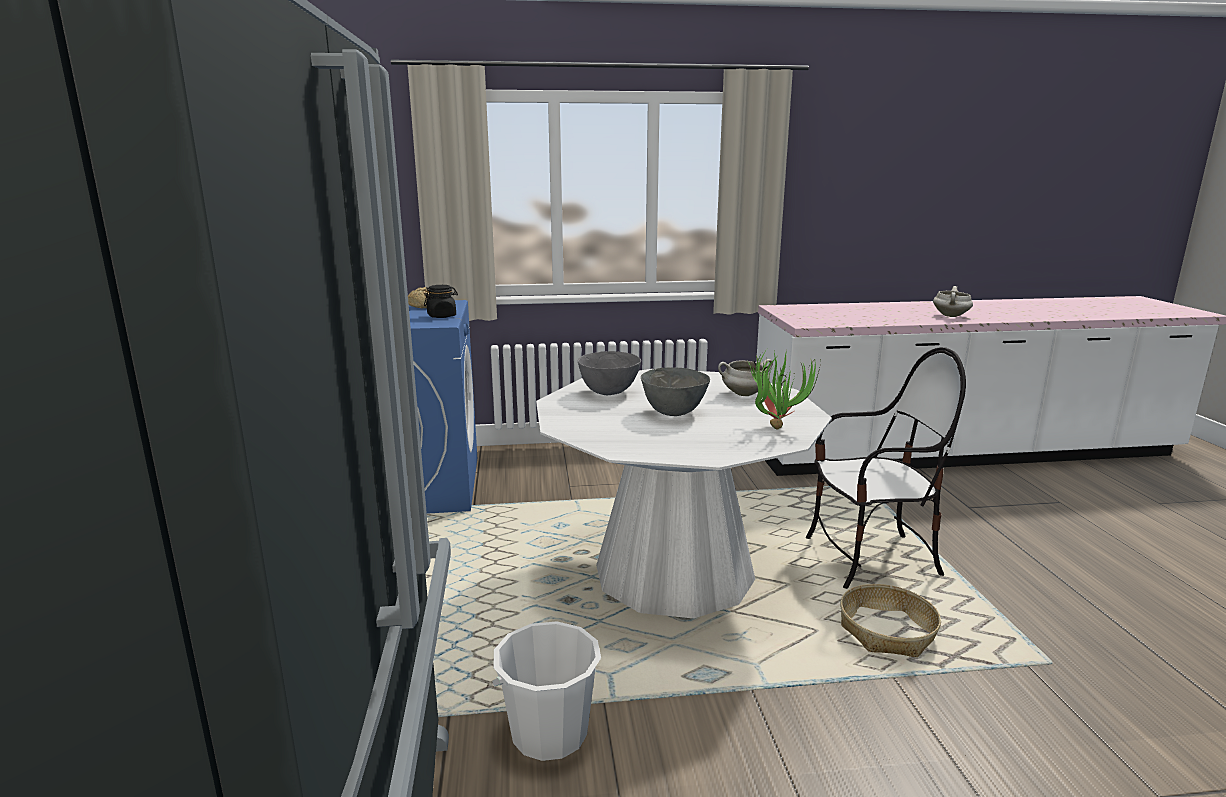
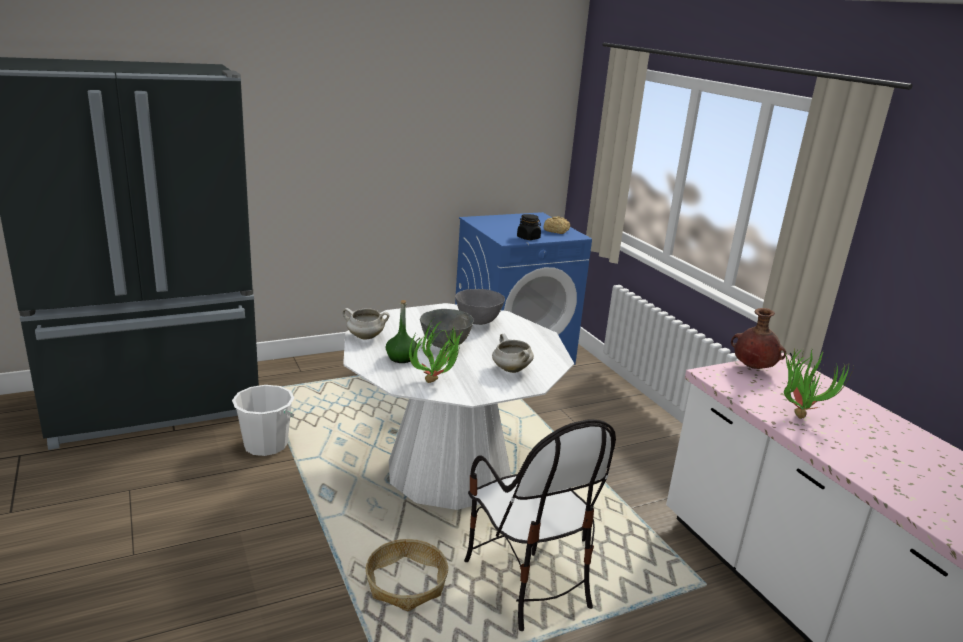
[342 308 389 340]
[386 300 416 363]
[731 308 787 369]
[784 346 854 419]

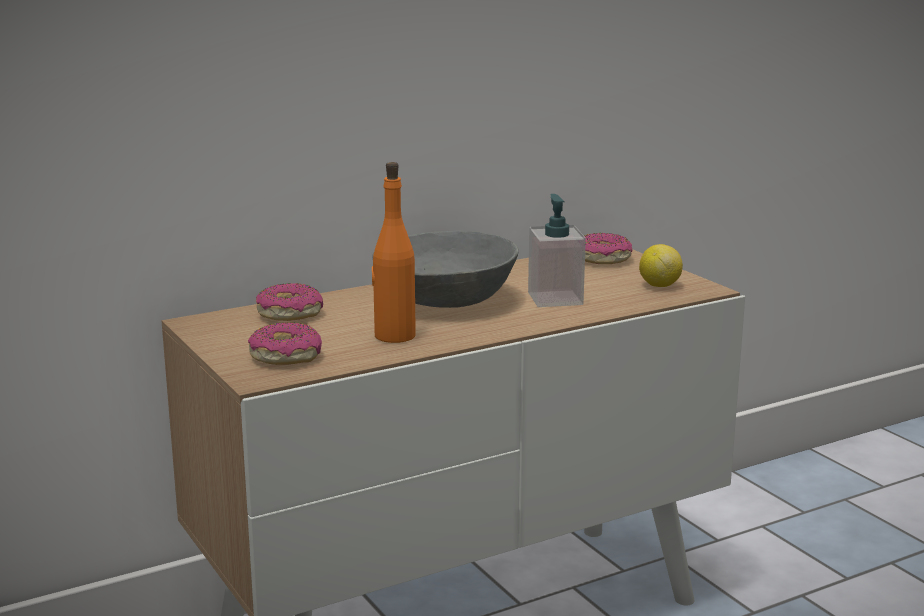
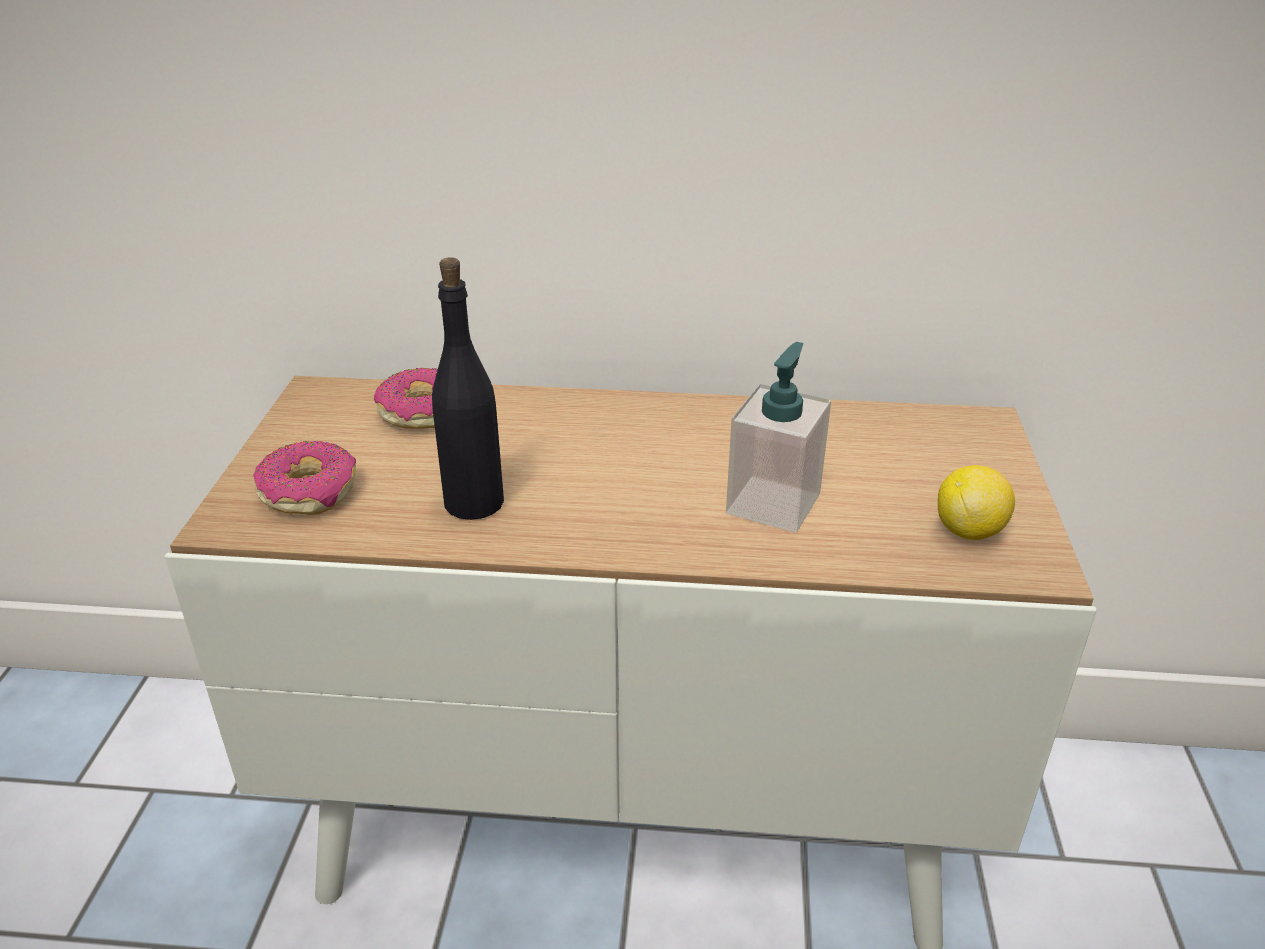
[432 257 504 520]
[372 231 518 308] (first image)
[584 233 632 264] (first image)

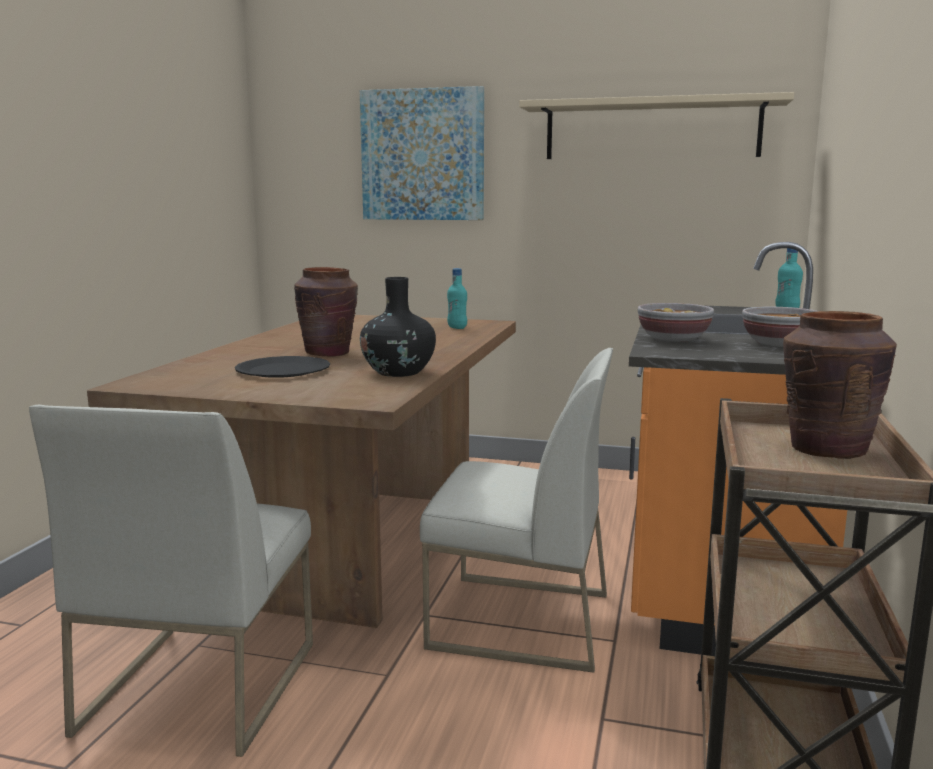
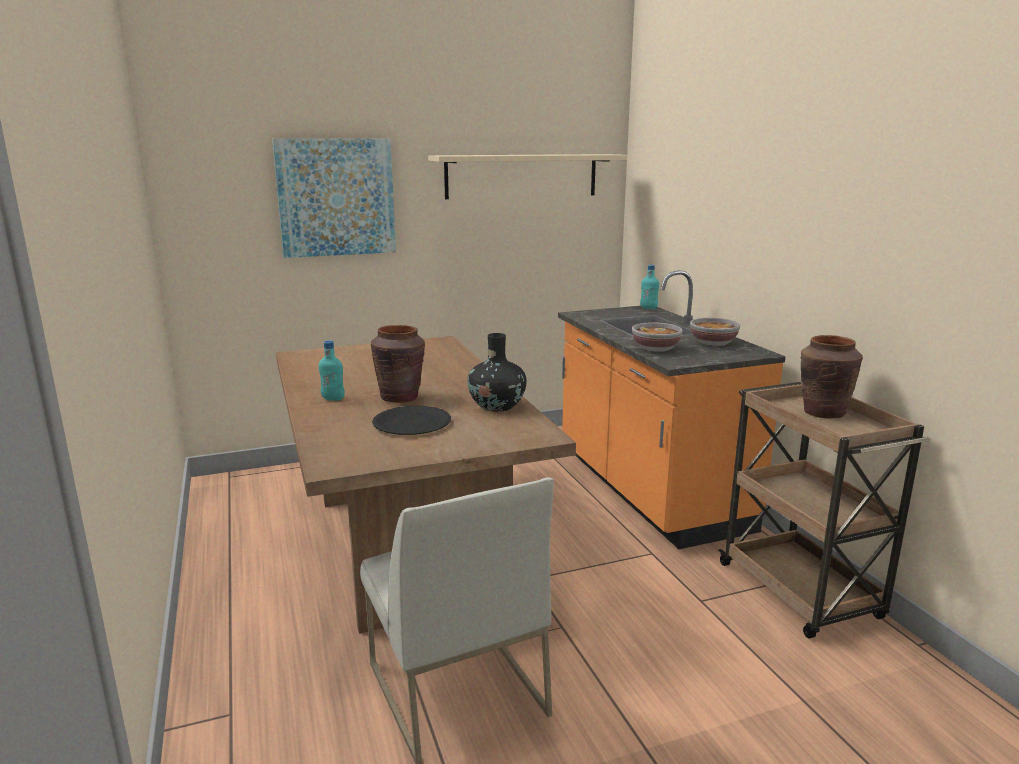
[420 348 613 673] (first image)
[319 341 345 401]

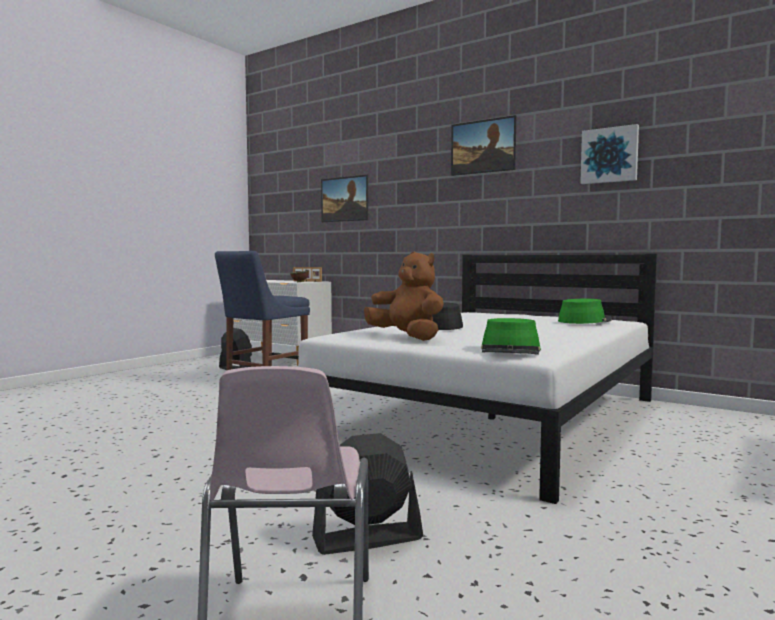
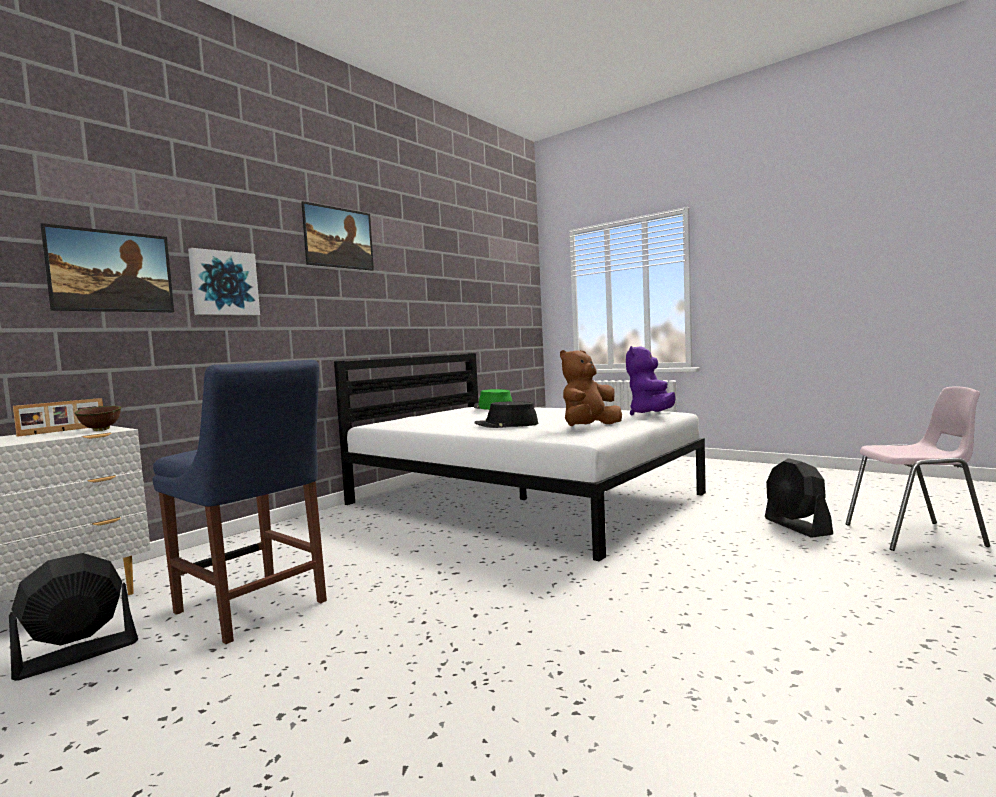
[626 346 676 416]
[188 248 260 316]

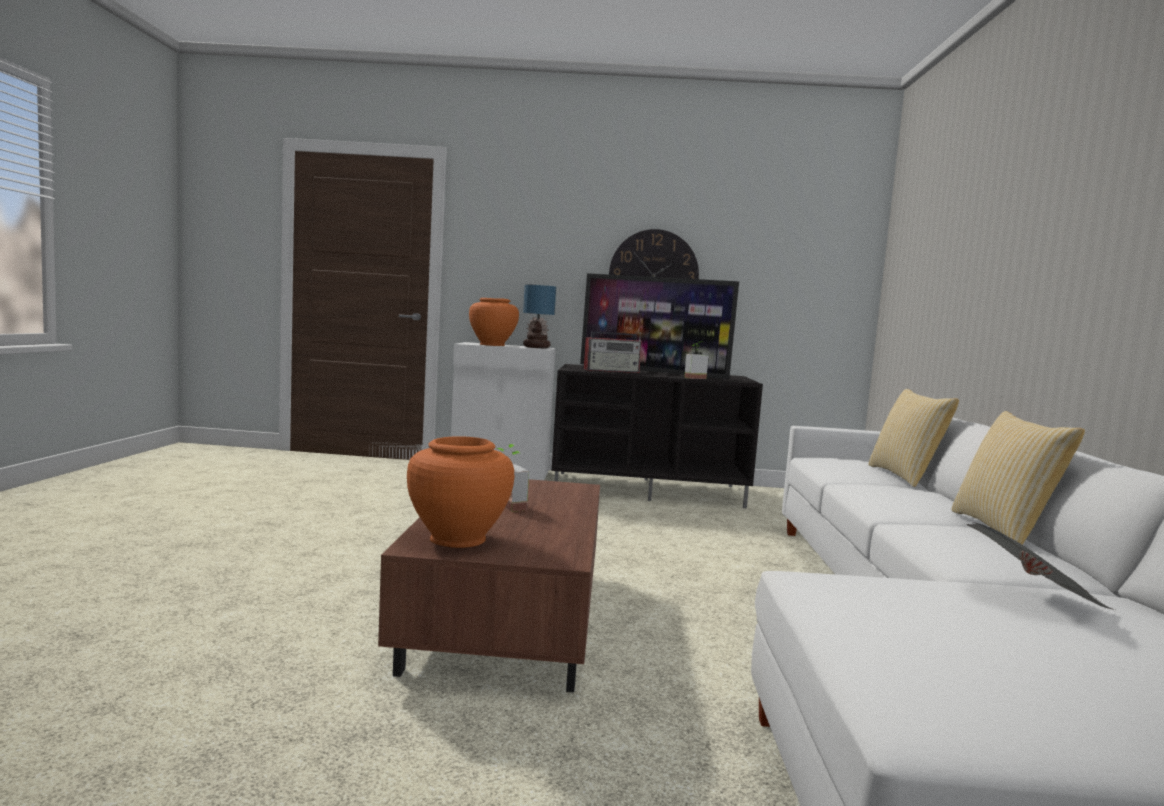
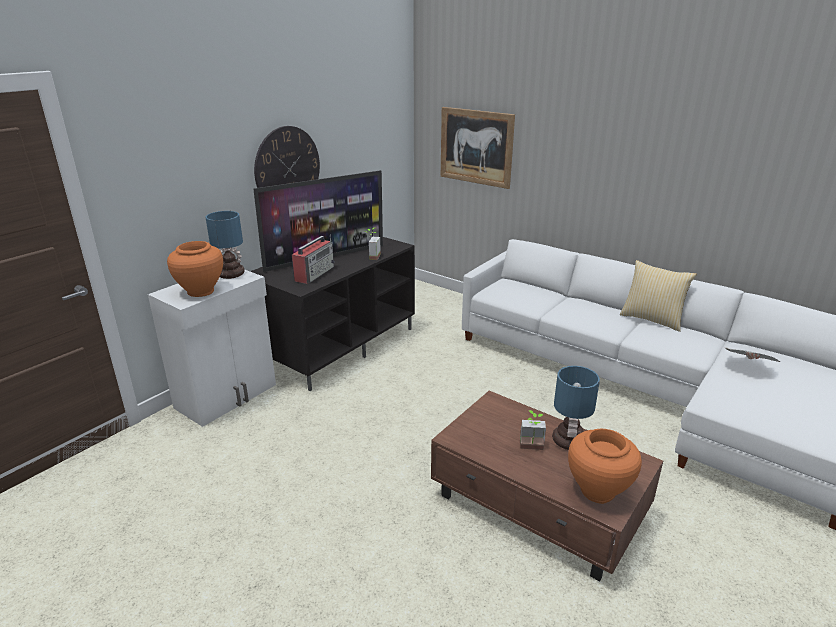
[869 389 959 487] (first image)
[441 107 515 189]
[552 366 600 450]

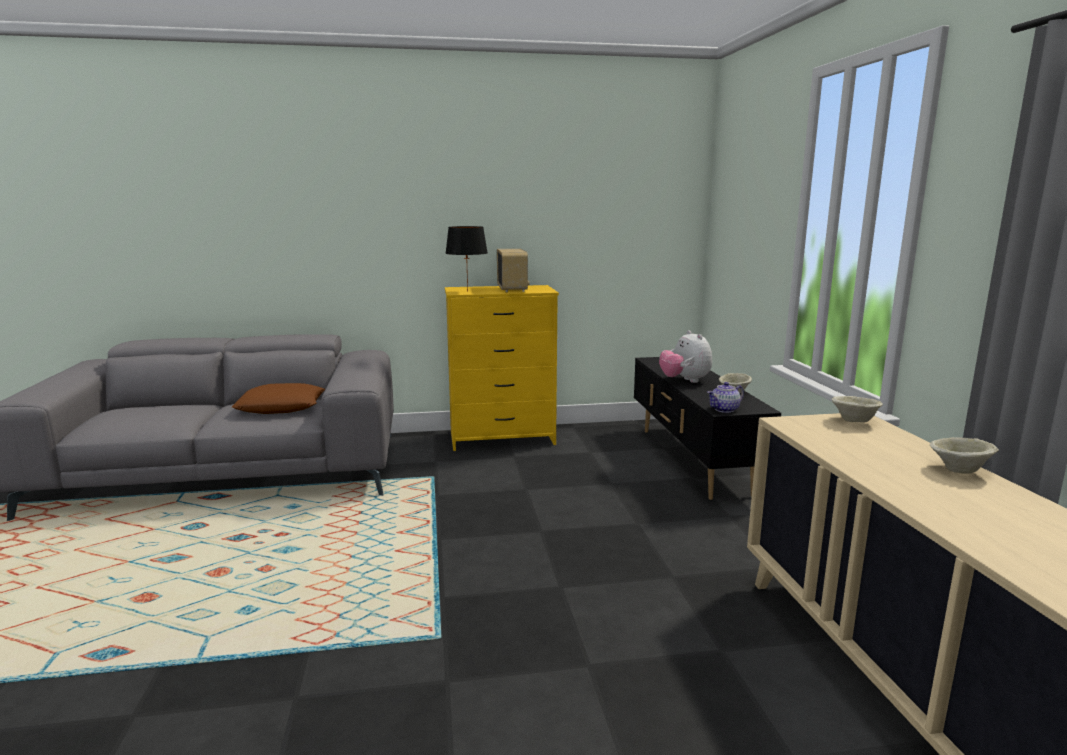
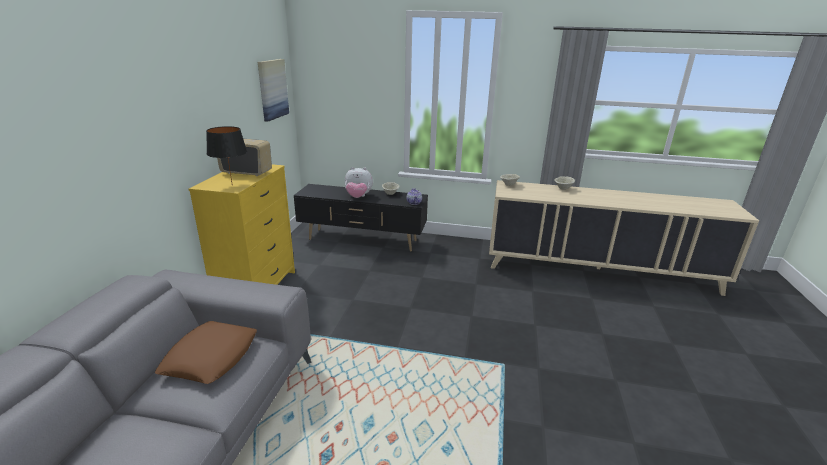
[258 59 289 122]

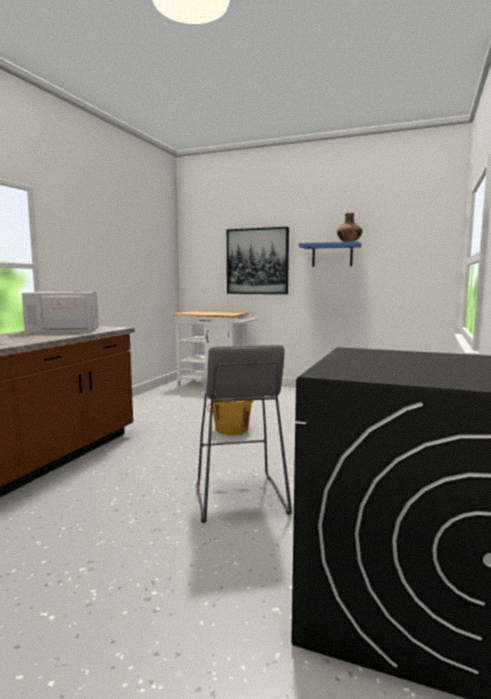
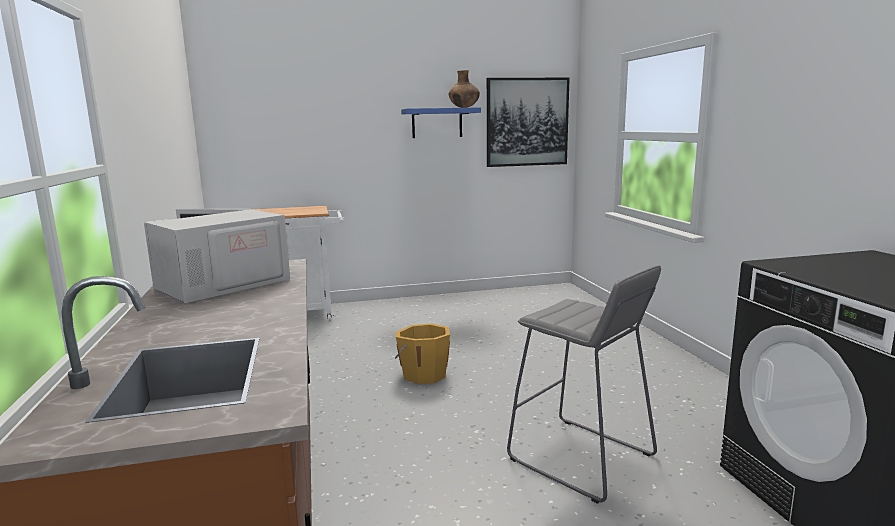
[487 78 570 167]

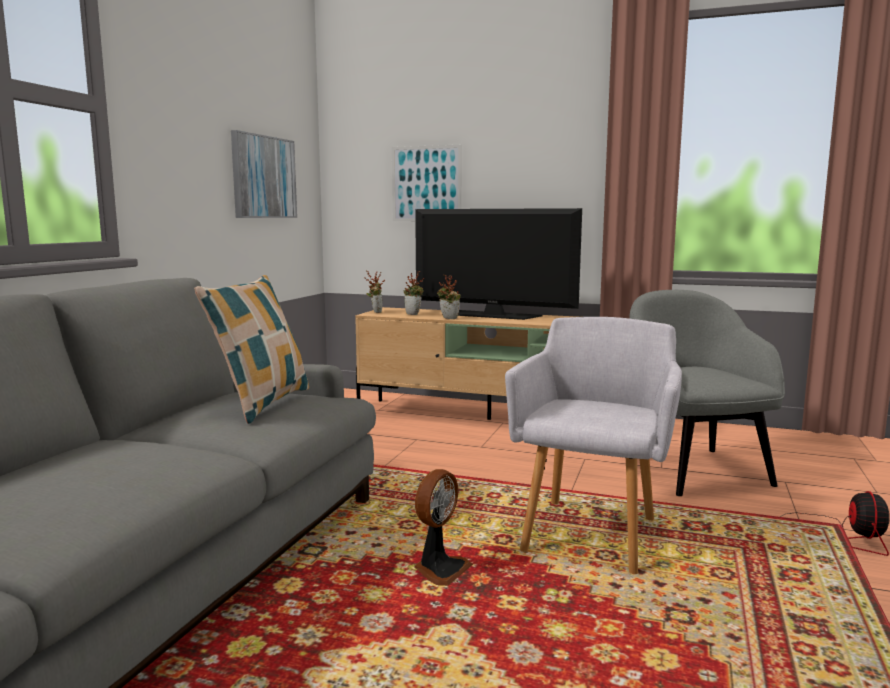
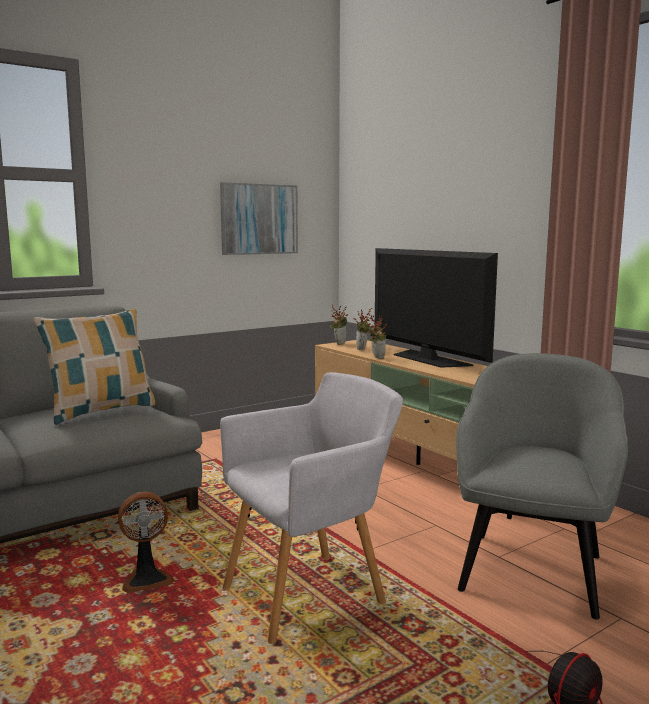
[392 145 462 221] (first image)

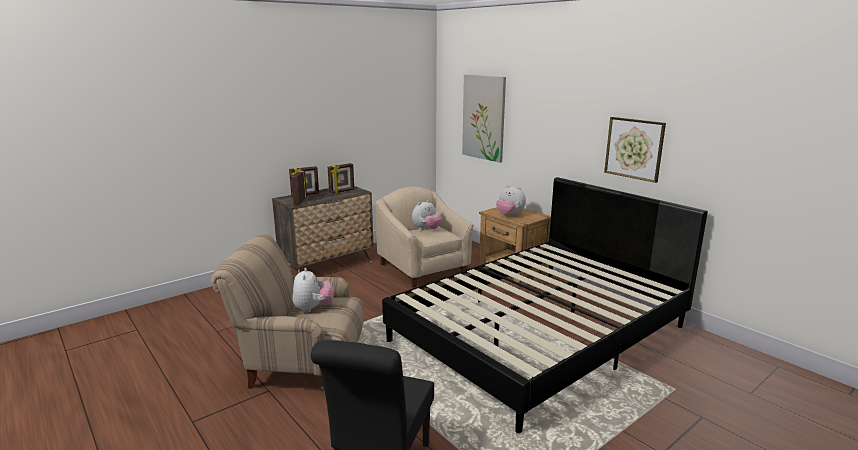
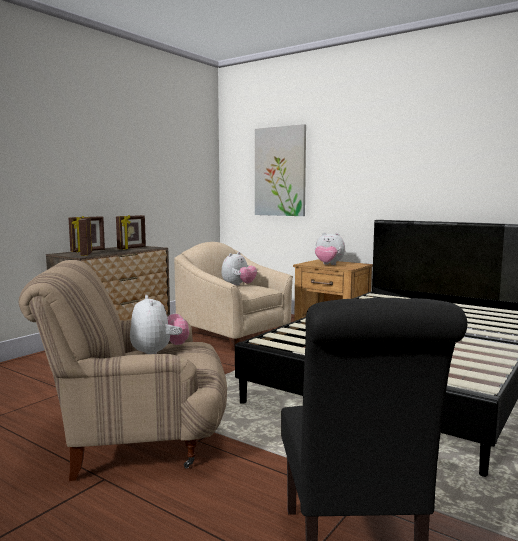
[604 117 666 183] (first image)

